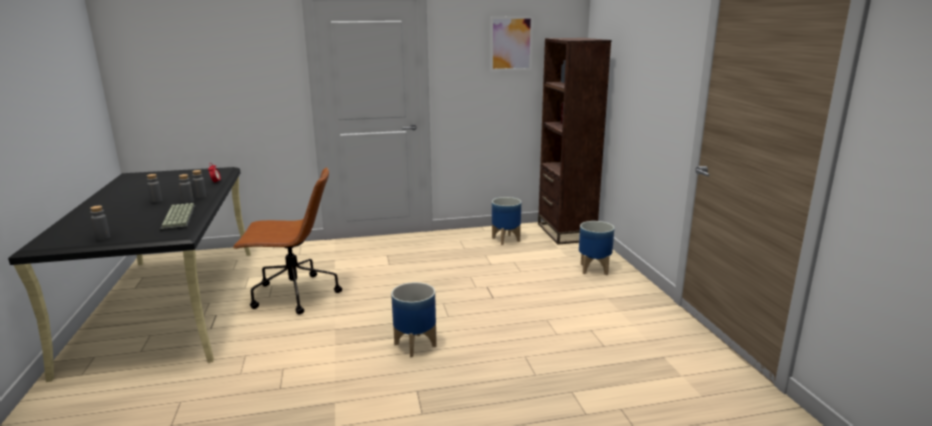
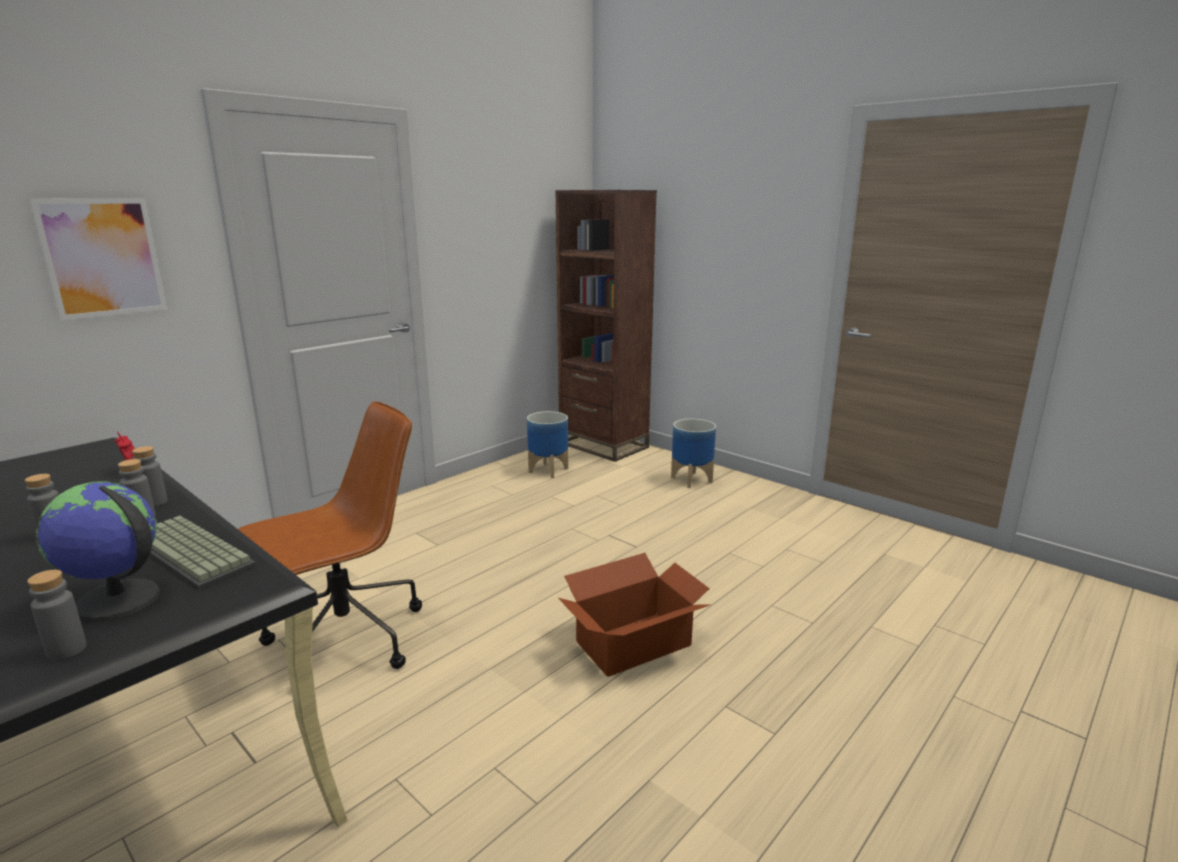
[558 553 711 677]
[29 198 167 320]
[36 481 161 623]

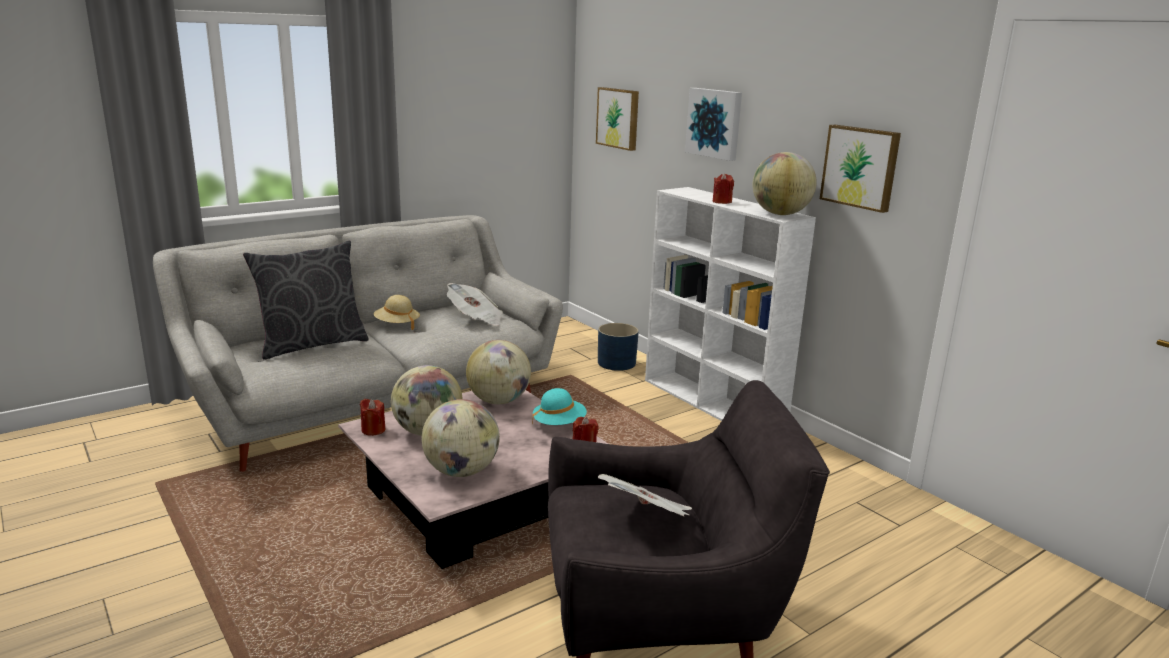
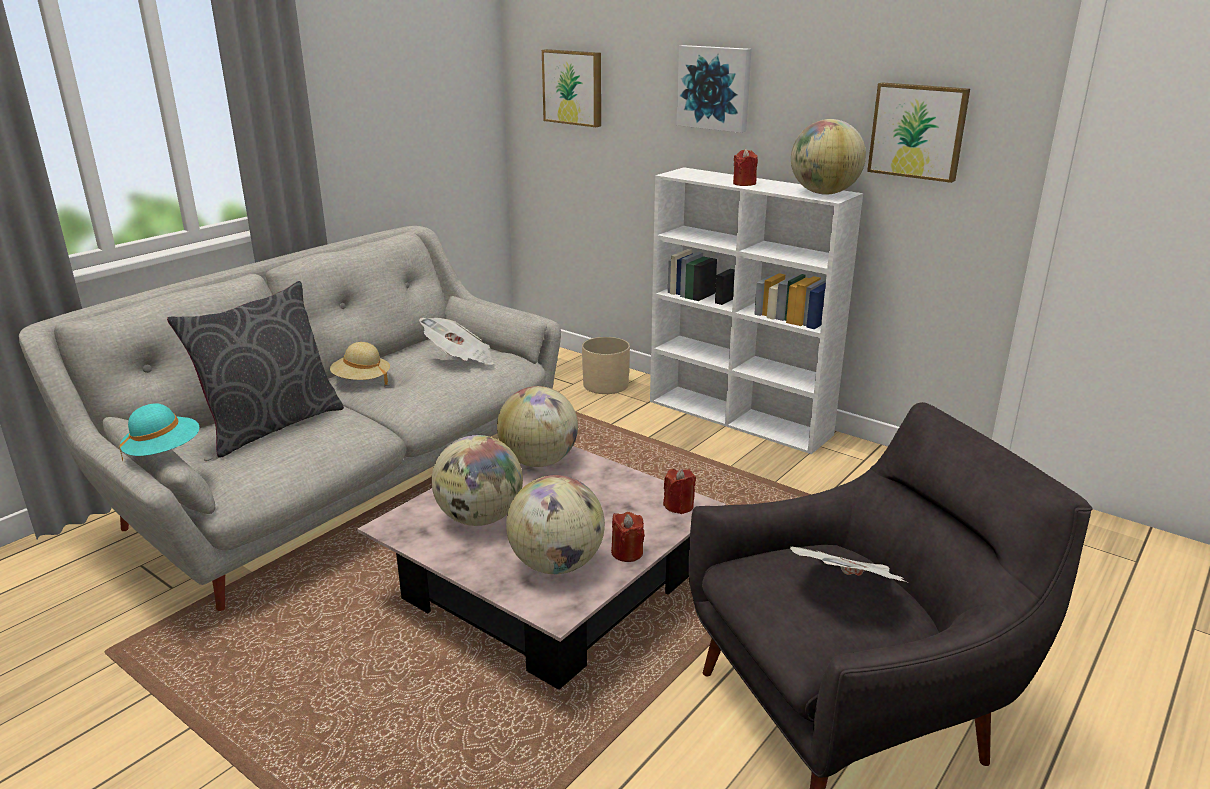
[611 512 645 562]
[120 403 199 461]
[582 337 630 394]

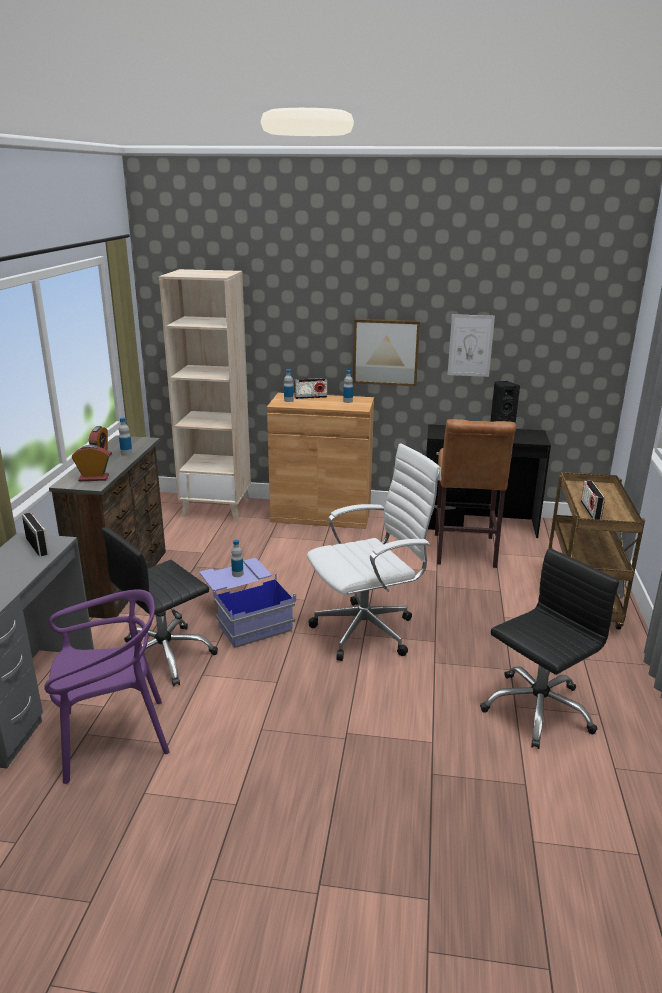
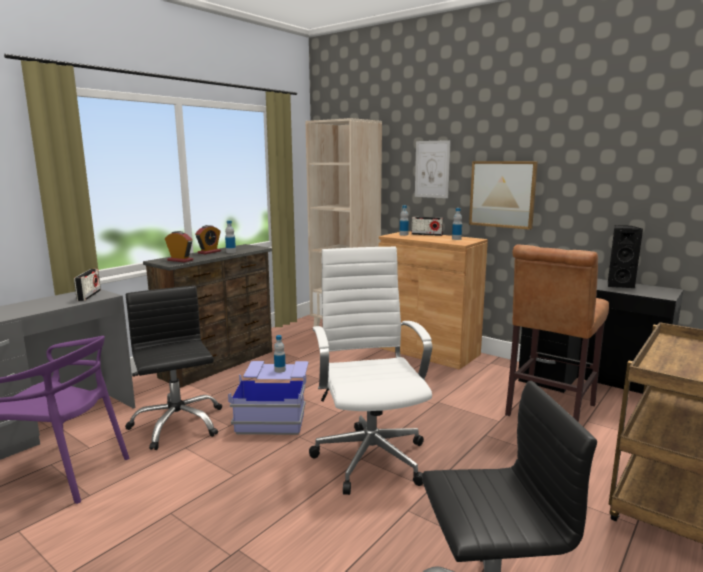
[125 286 222 450]
[309 246 432 495]
[415 140 451 198]
[581 481 605 520] (first image)

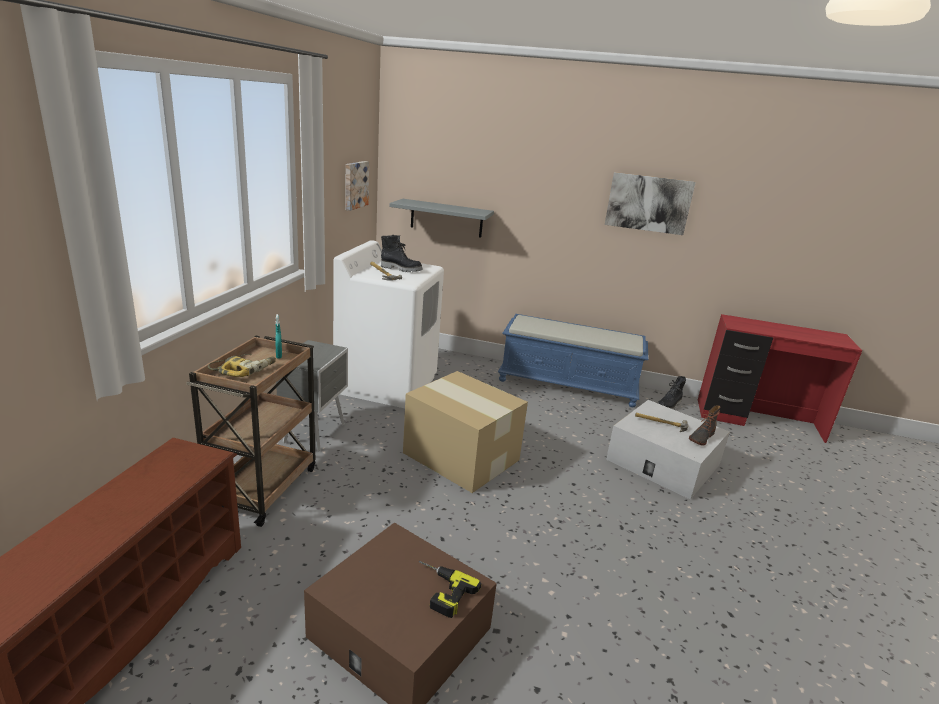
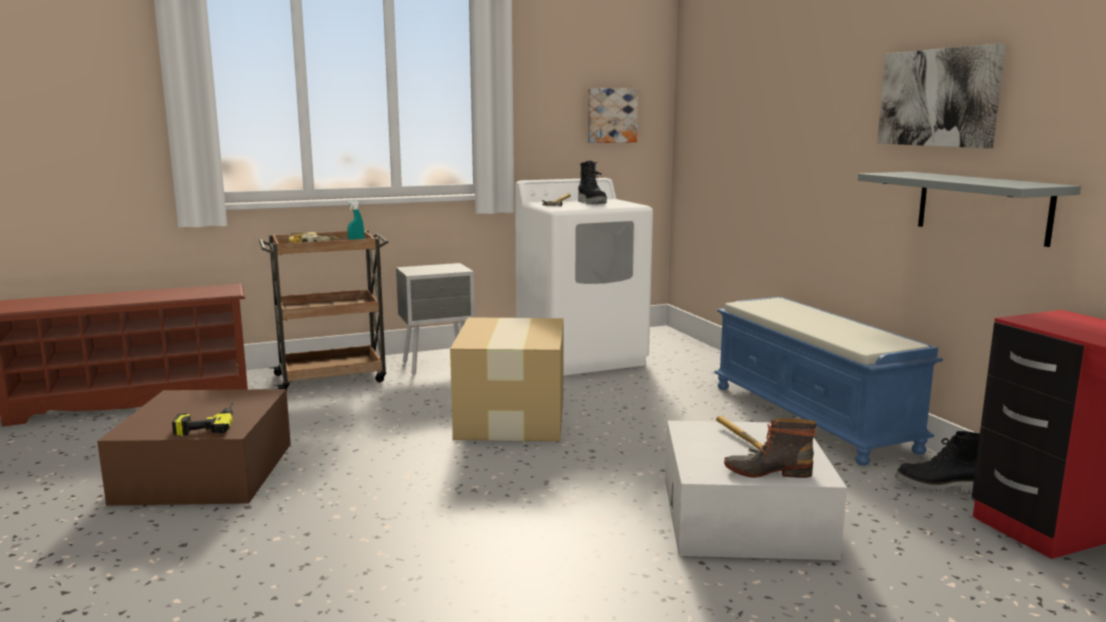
[858 172 1081 247]

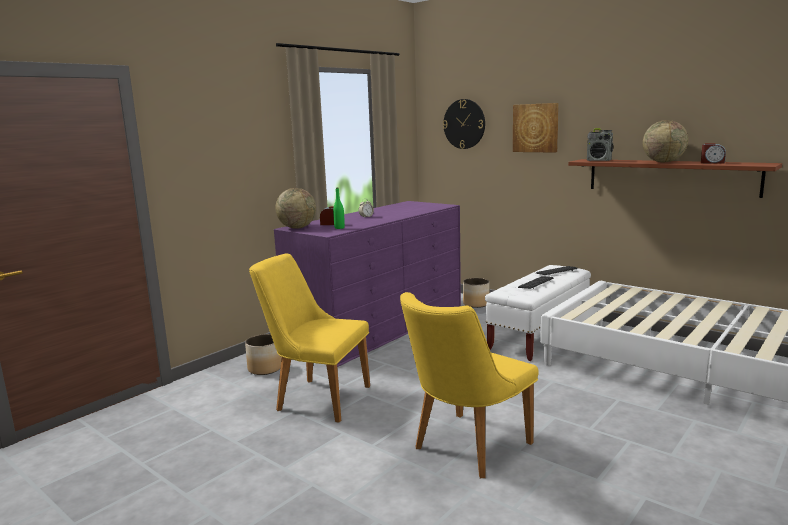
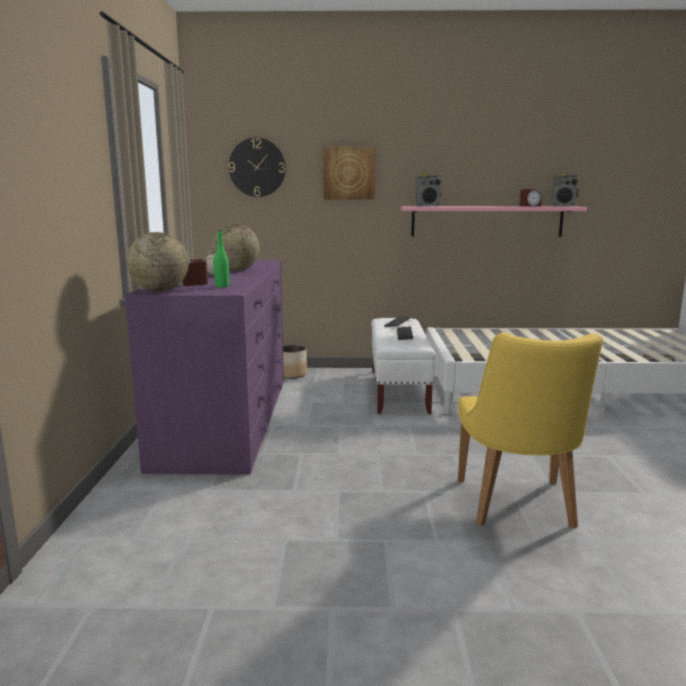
[245 334 282 375] (first image)
[249 253 370 423] (first image)
[401 206 587 237]
[212 224 259 271]
[551 174 578 207]

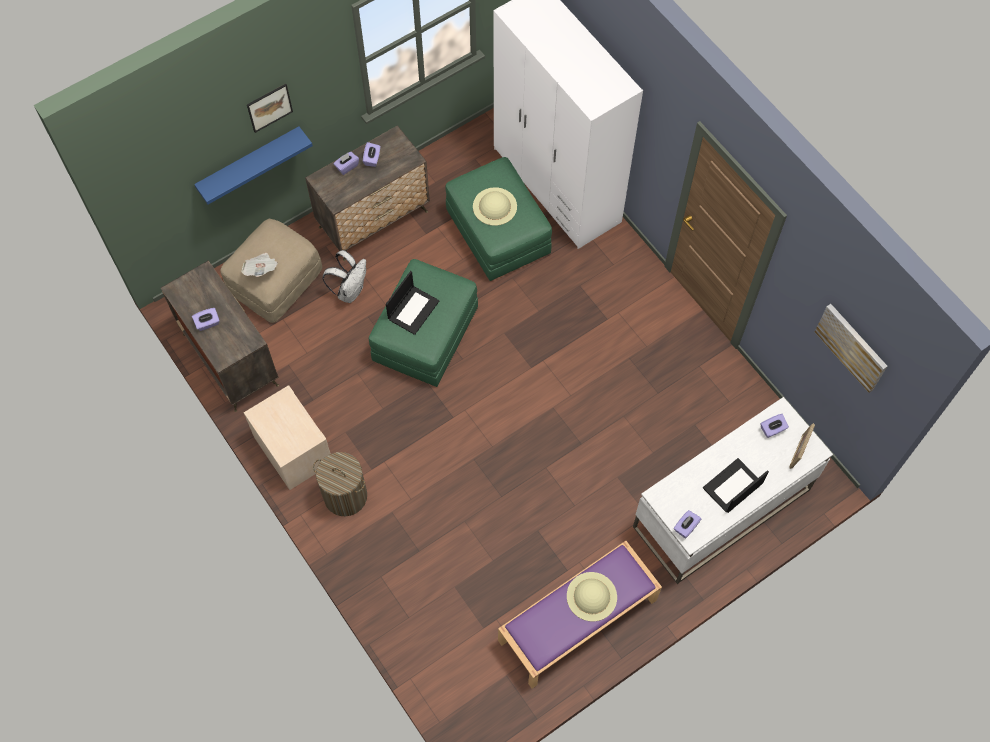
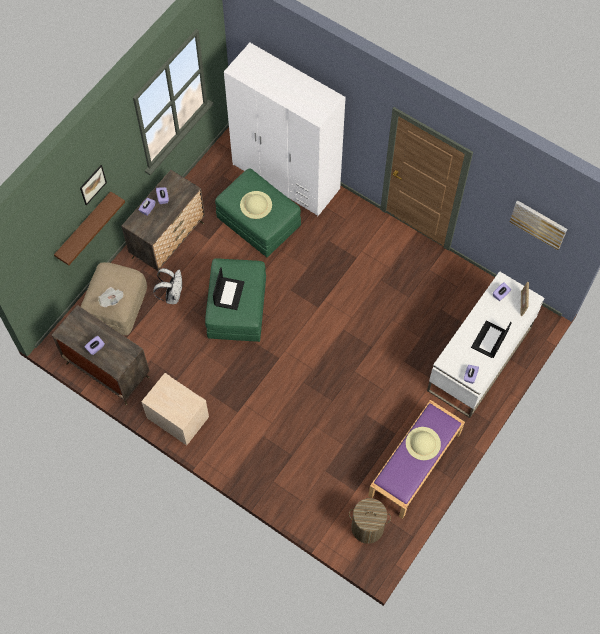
[54 191 125 266]
[349 498 391 544]

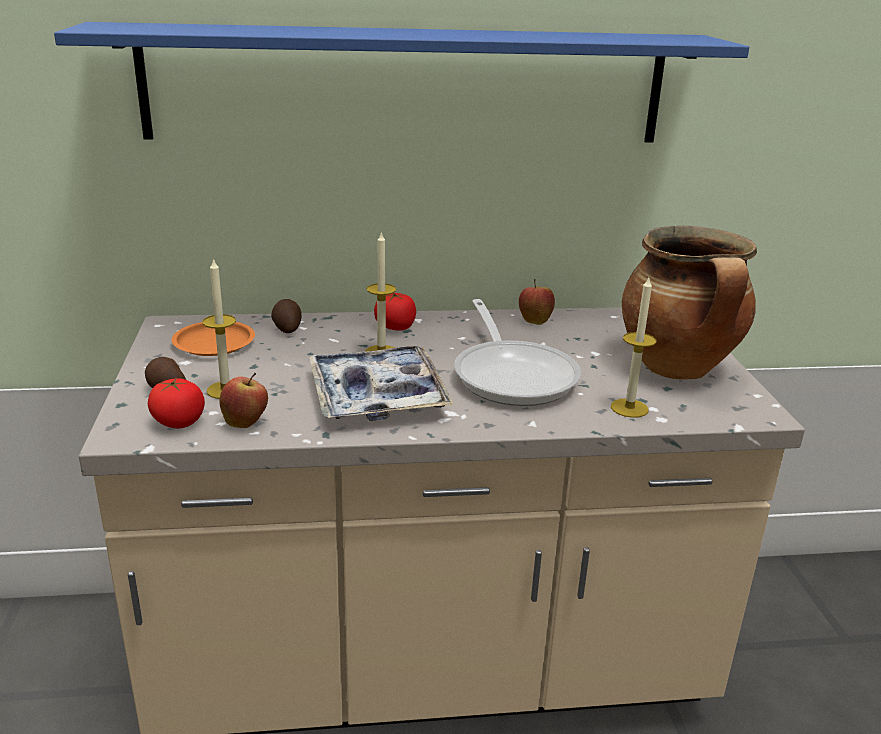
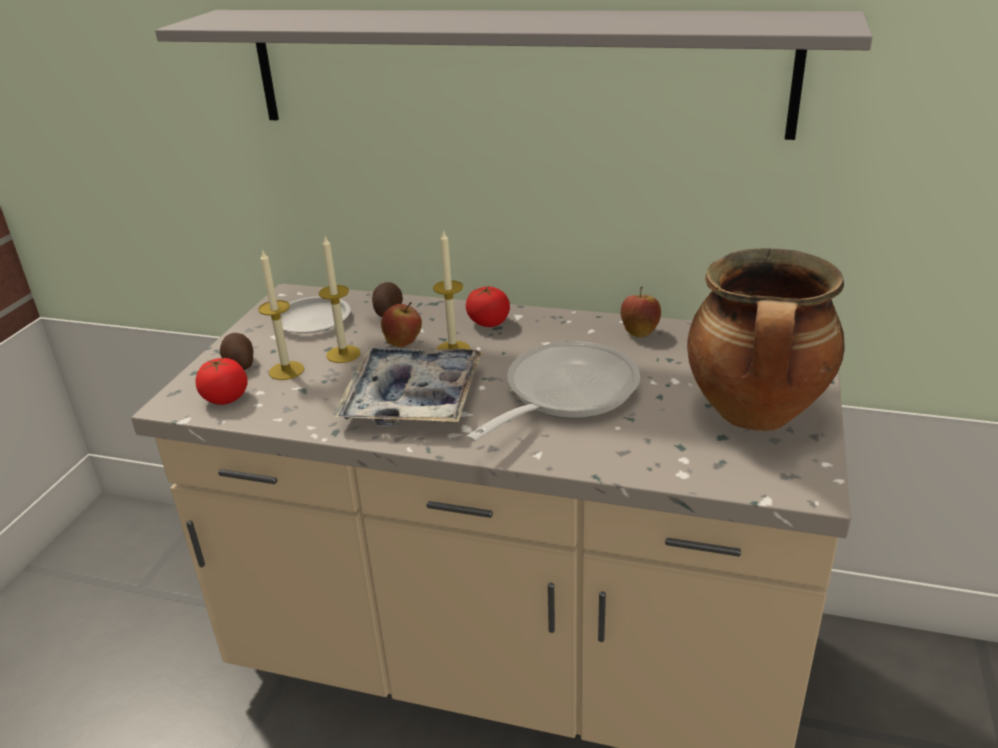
[155 10 873 140]
[280 296 350 333]
[381 302 422 348]
[467 341 640 442]
[319 236 361 363]

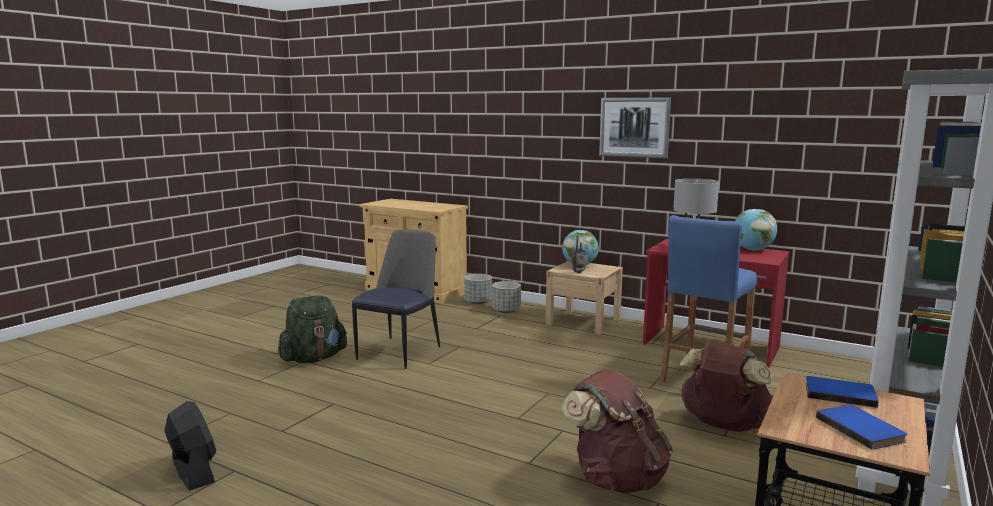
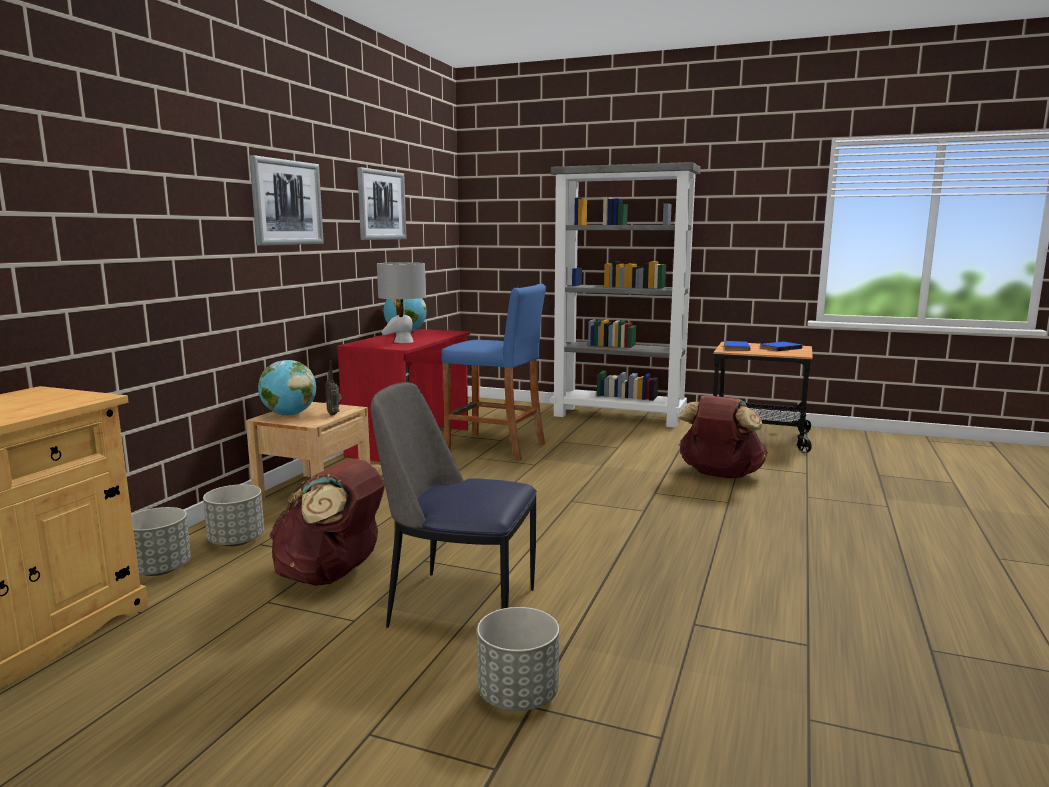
[164 401 216 490] (first image)
[477 607 559 711]
[269 459 385 586]
[357 167 407 240]

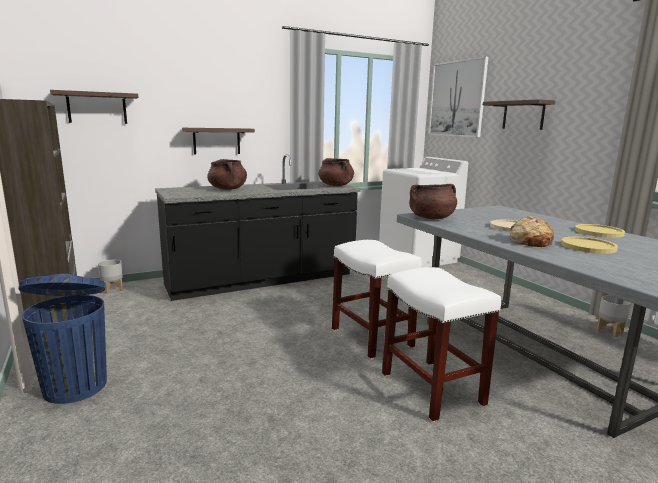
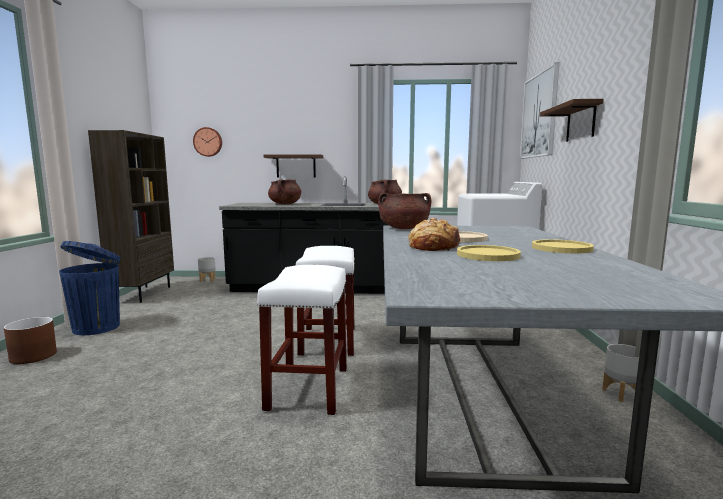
[193 127 222 157]
[4 317 57 364]

